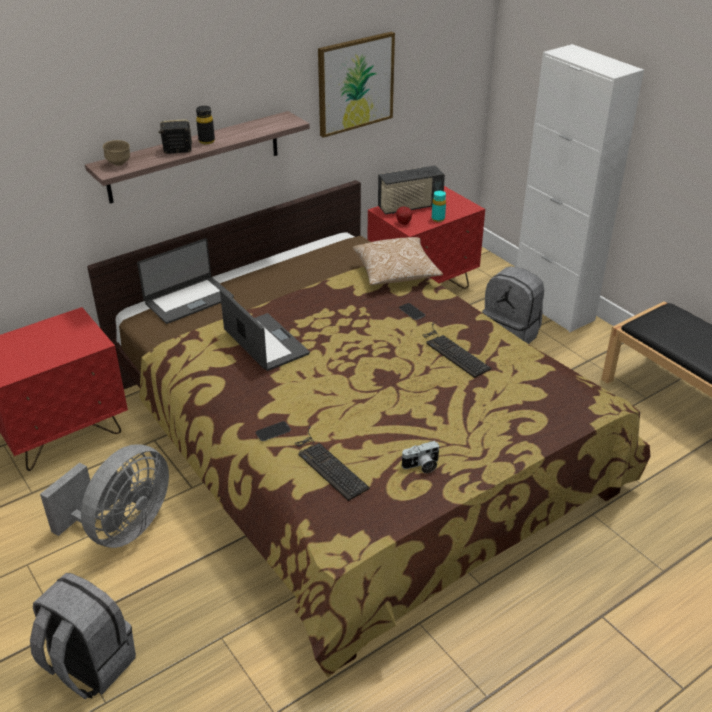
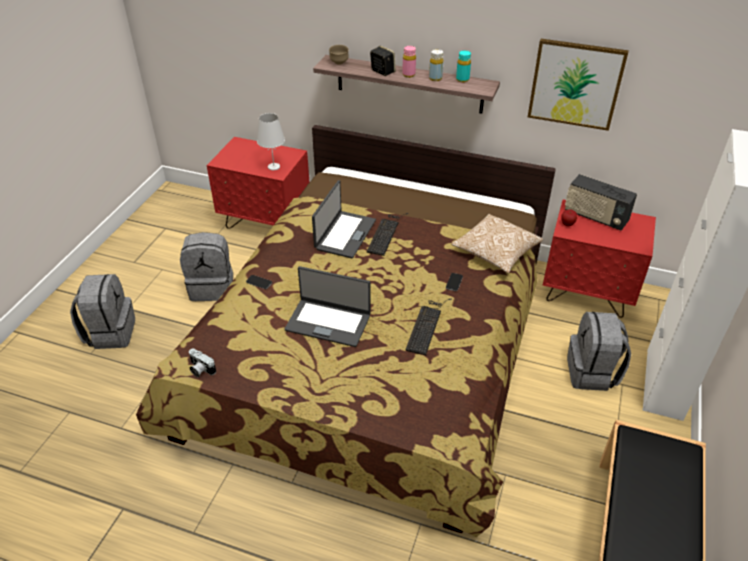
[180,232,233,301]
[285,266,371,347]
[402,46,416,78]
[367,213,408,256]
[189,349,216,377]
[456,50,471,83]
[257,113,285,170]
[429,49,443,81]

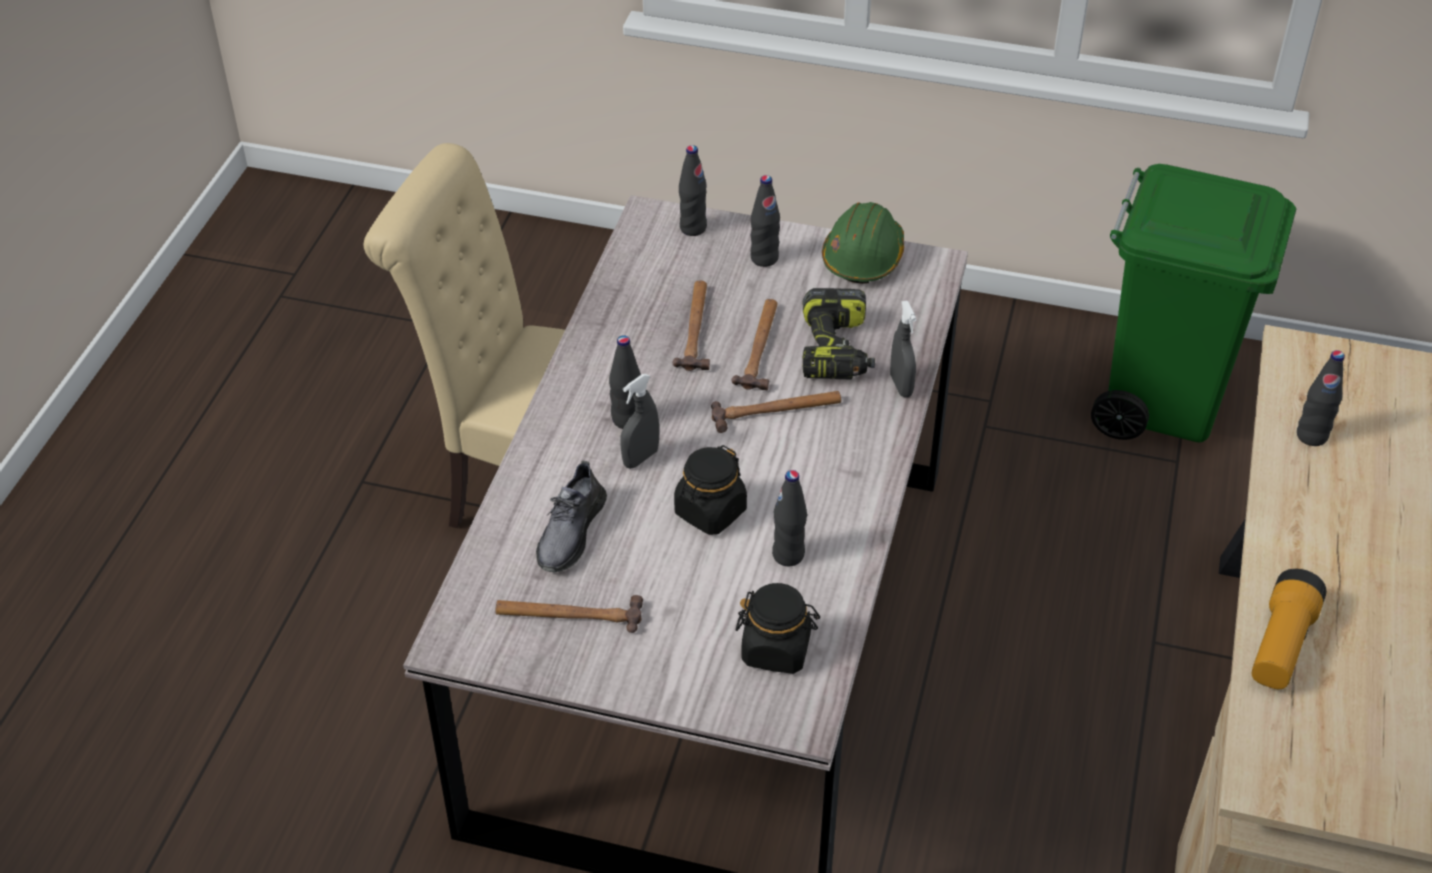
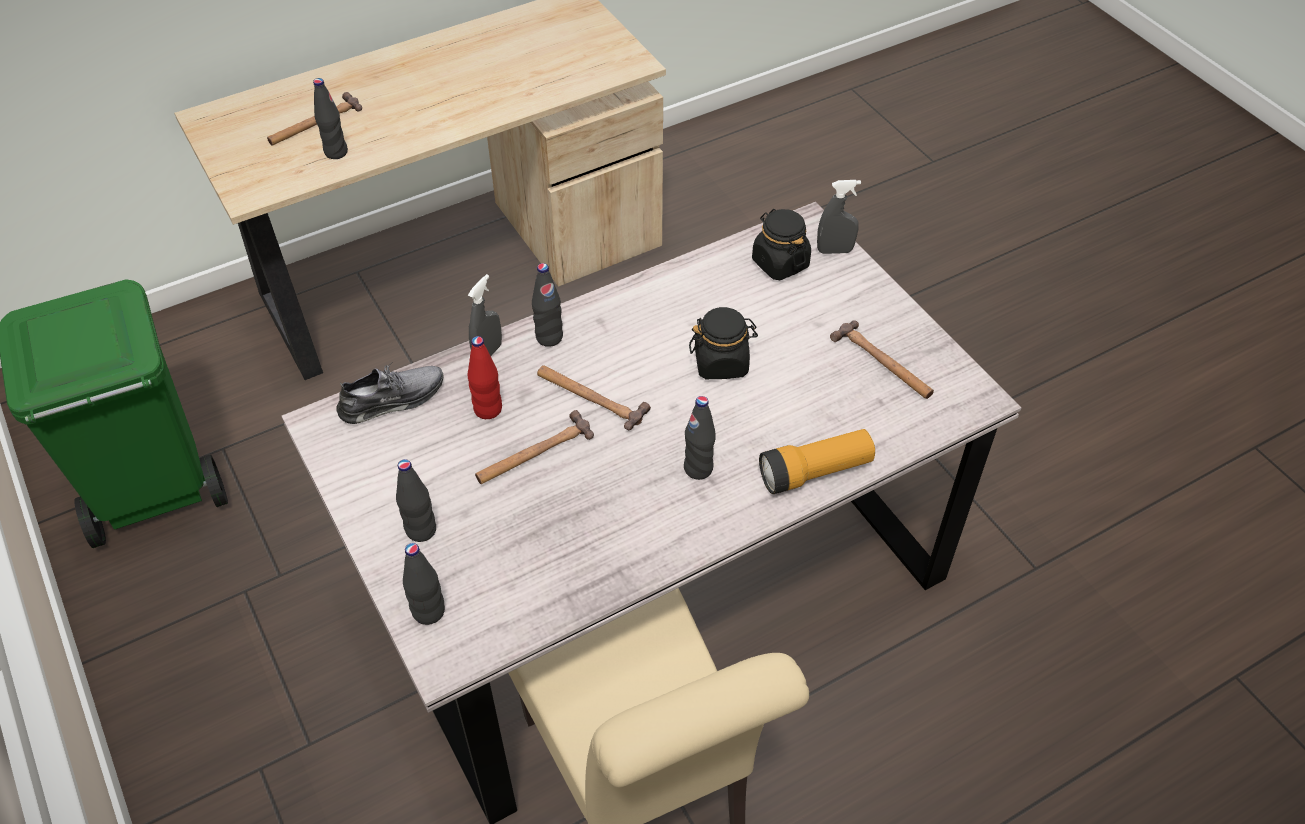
[336,362,444,424]
[817,180,861,254]
[267,92,362,146]
[532,263,563,347]
[468,336,502,419]
[822,202,904,284] (first image)
[759,429,875,494]

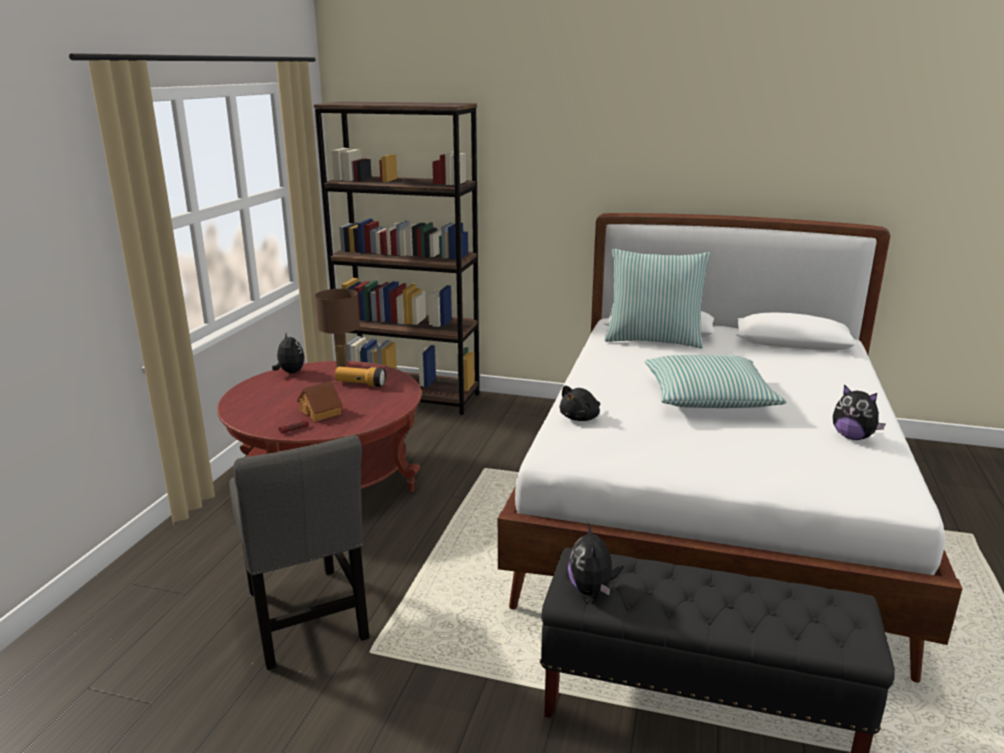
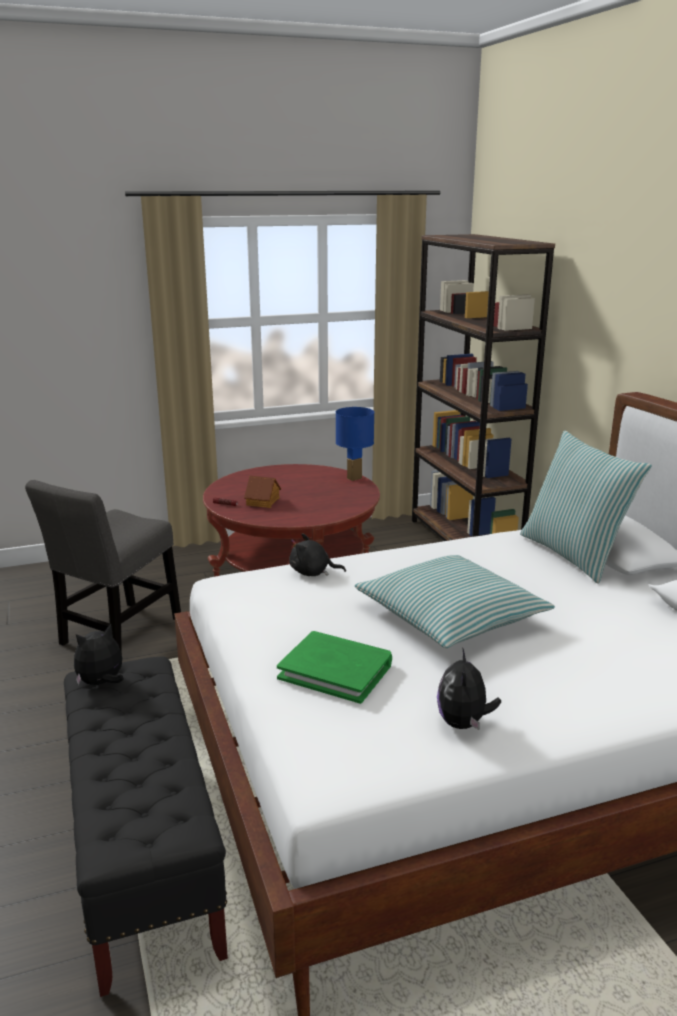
[272,333,305,373] (first image)
[336,407,374,481]
[335,367,386,387] (first image)
[277,631,392,704]

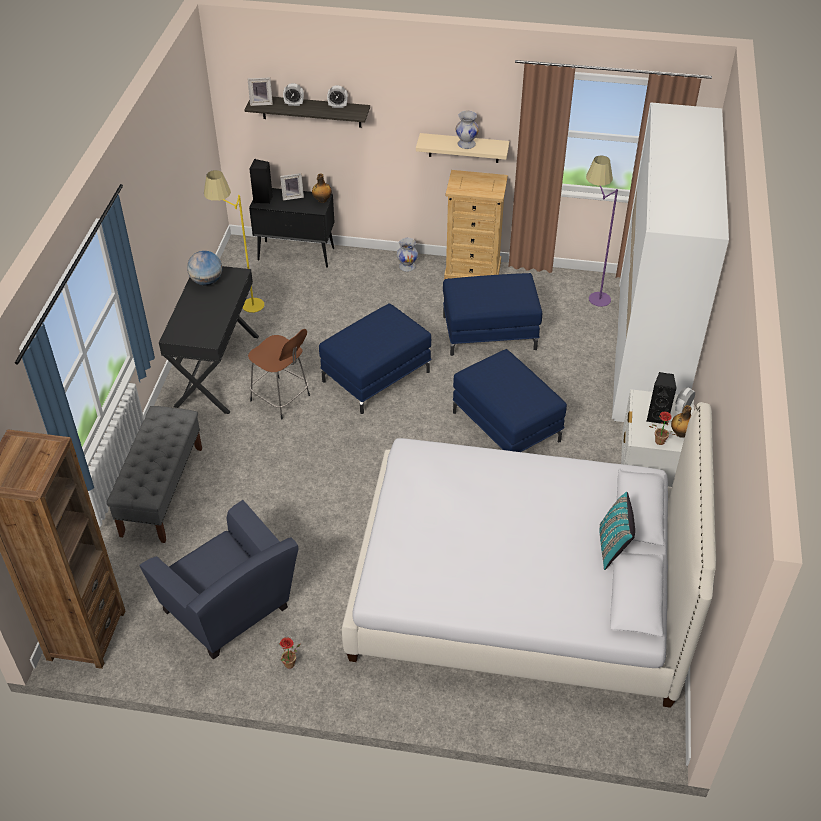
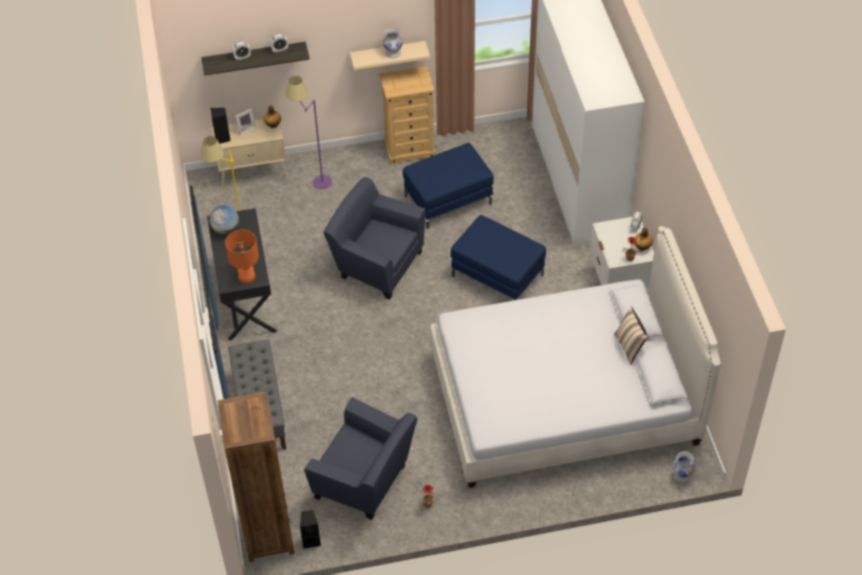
[248,77,273,106] (first image)
[248,329,310,419] (first image)
[211,119,287,189]
[323,177,425,300]
[672,451,695,483]
[286,76,332,189]
[614,306,648,365]
[300,510,321,549]
[225,230,259,283]

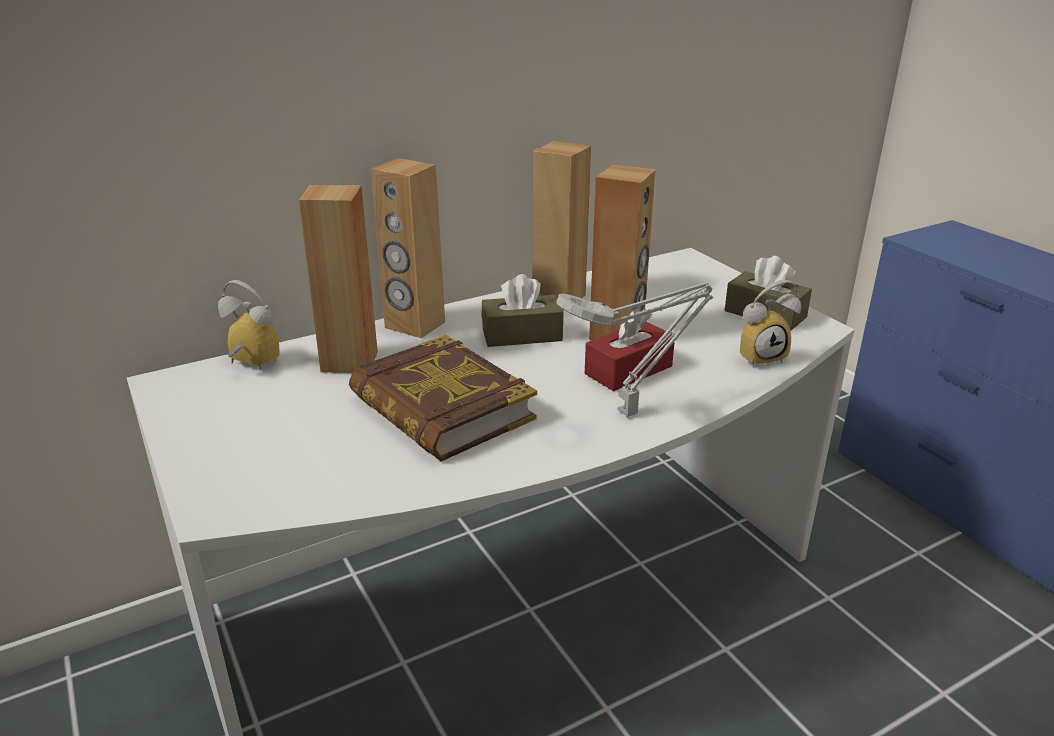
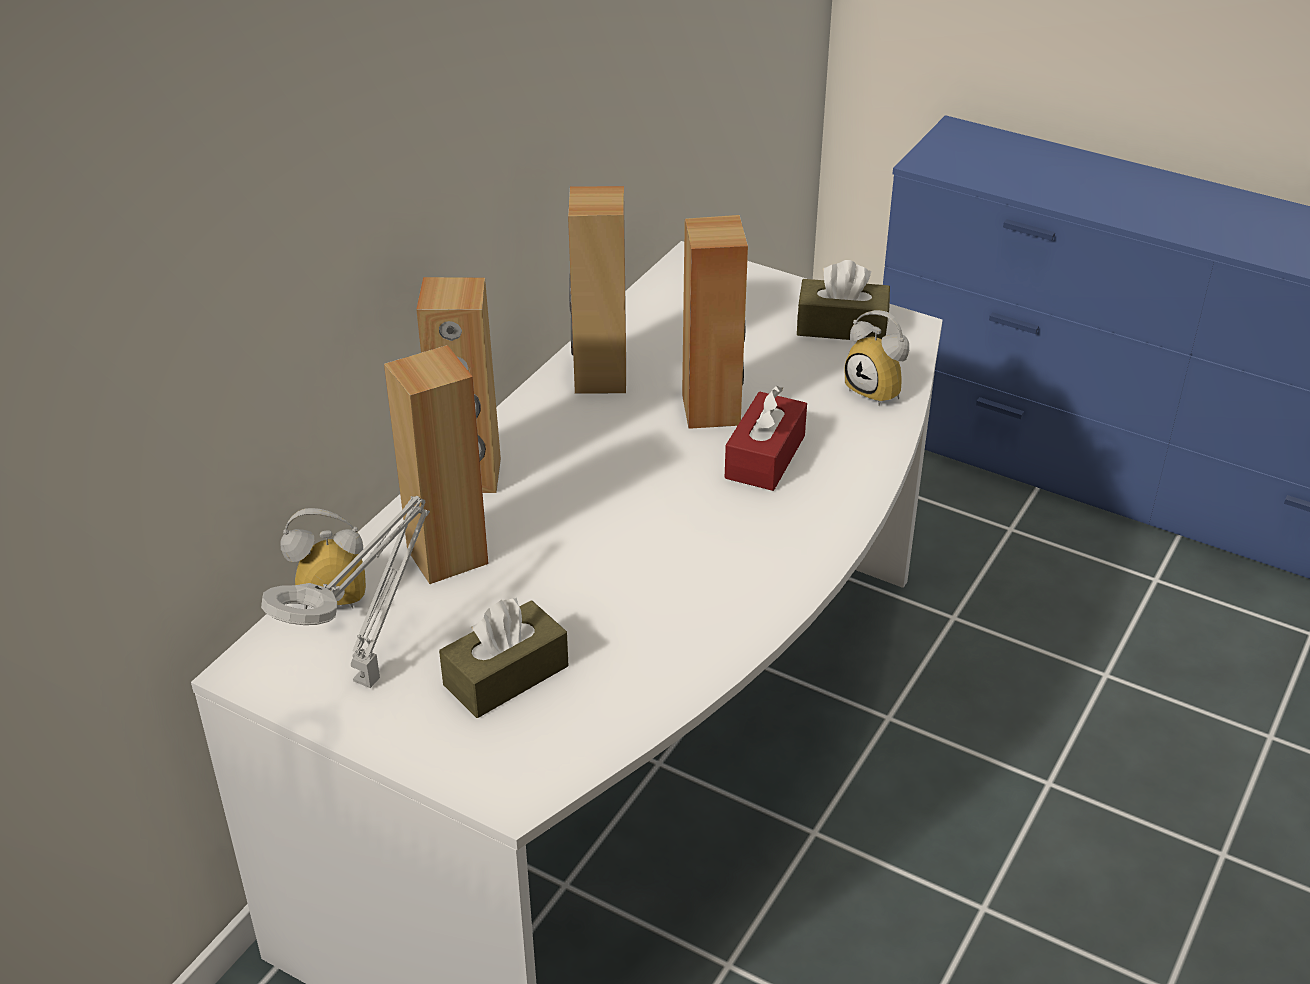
[349,335,537,461] (first image)
[439,598,568,718]
[261,496,430,688]
[844,310,909,406]

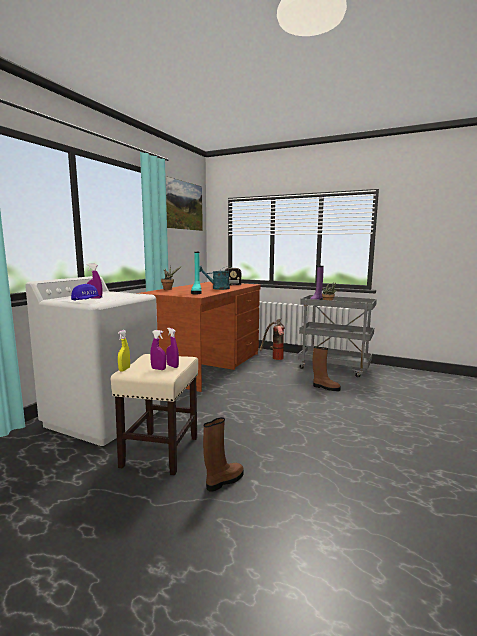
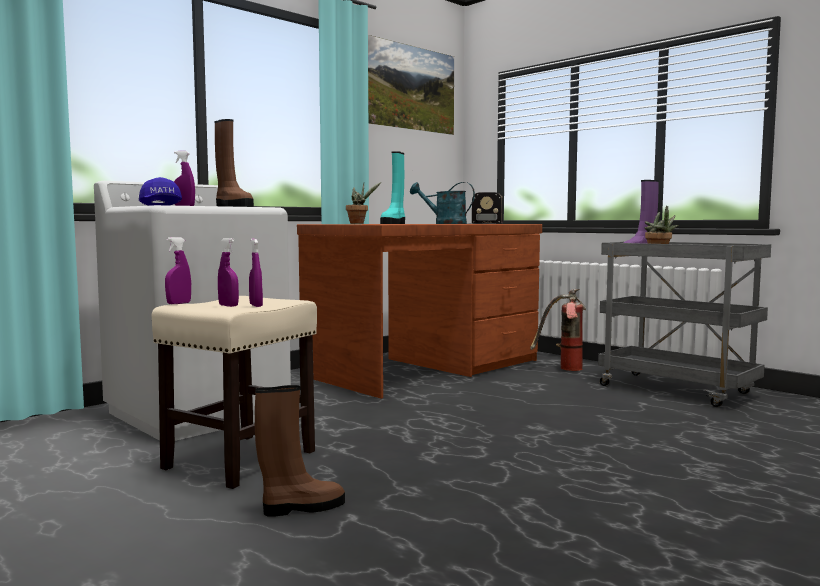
[165,237,191,304]
[214,119,254,207]

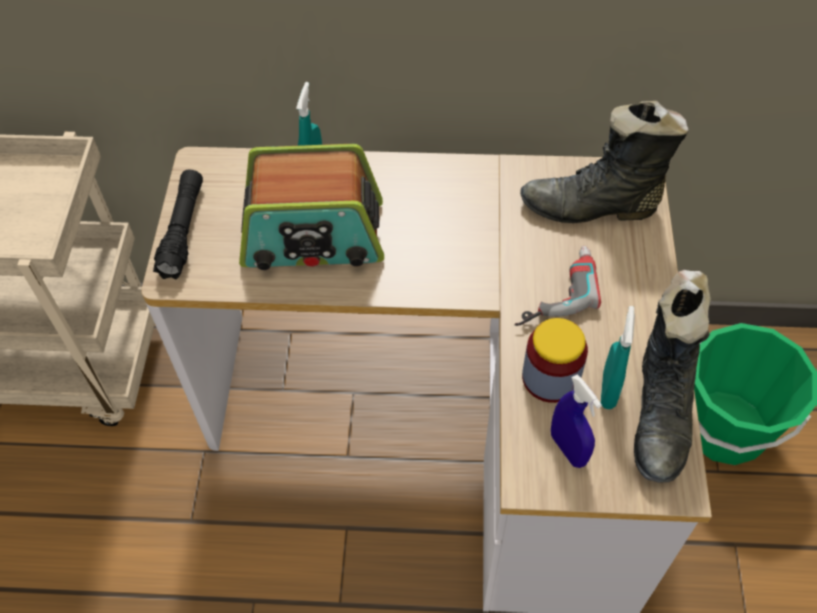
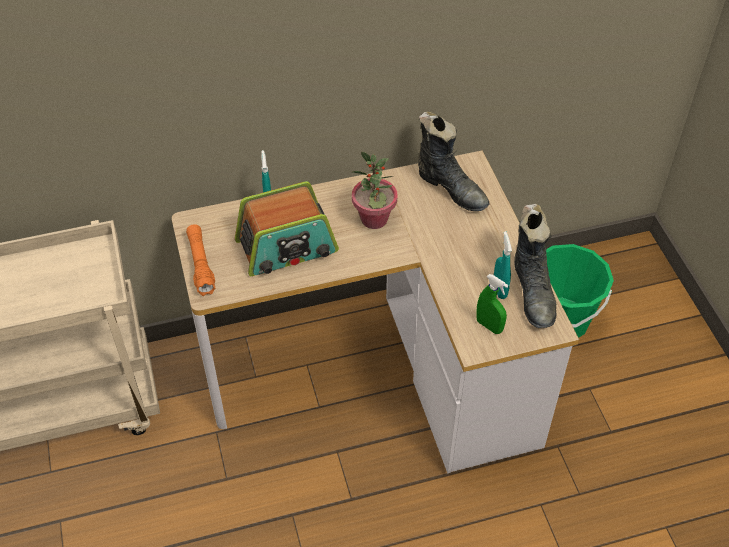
[186,224,216,296]
[515,246,601,326] (first image)
[418,112,489,211]
[522,318,588,403] (first image)
[476,274,508,334]
[352,152,397,229]

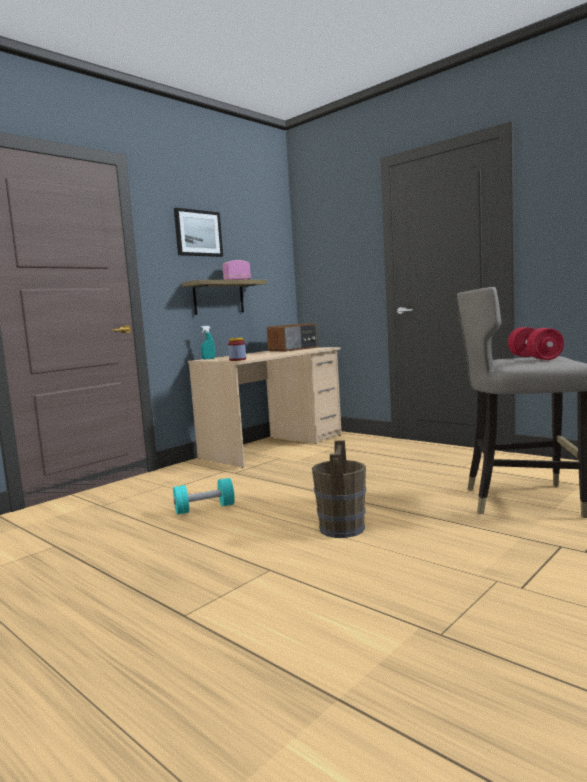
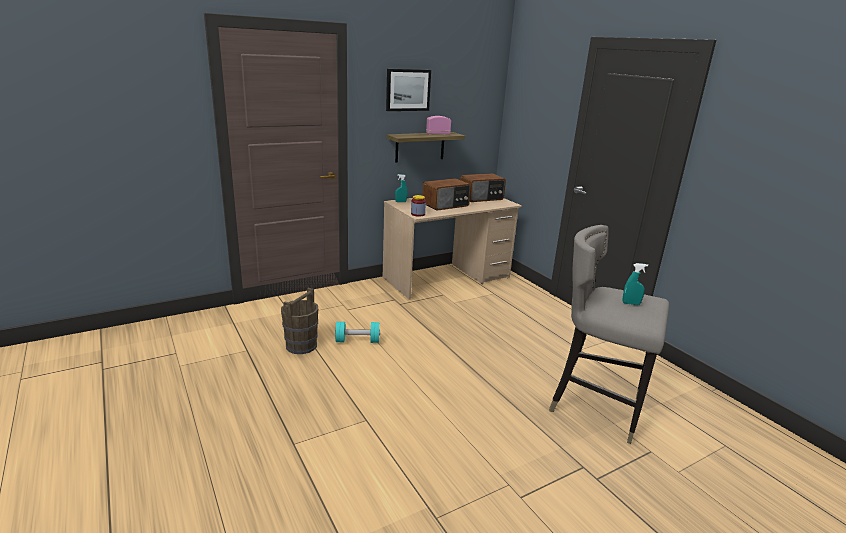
[281,288,318,354]
[622,263,648,305]
[422,178,471,211]

